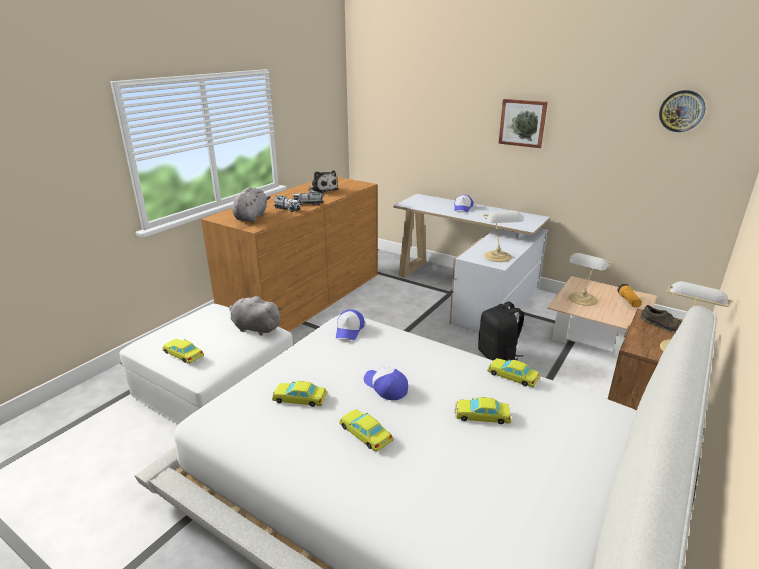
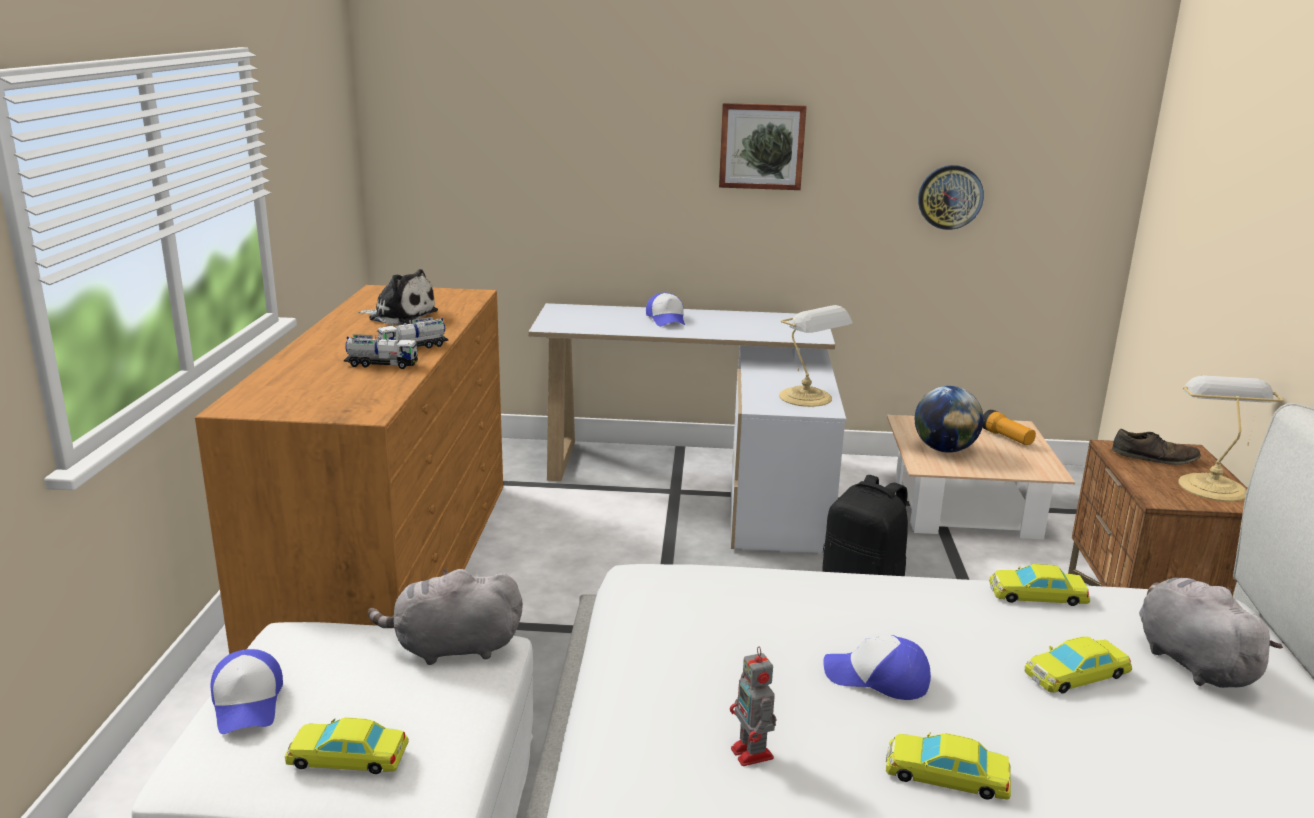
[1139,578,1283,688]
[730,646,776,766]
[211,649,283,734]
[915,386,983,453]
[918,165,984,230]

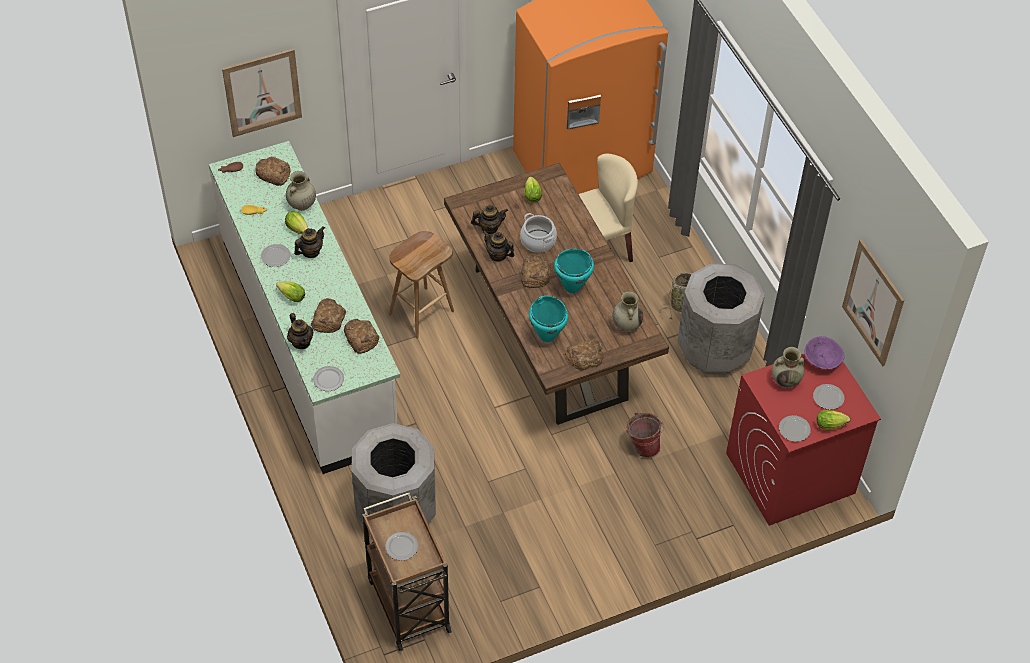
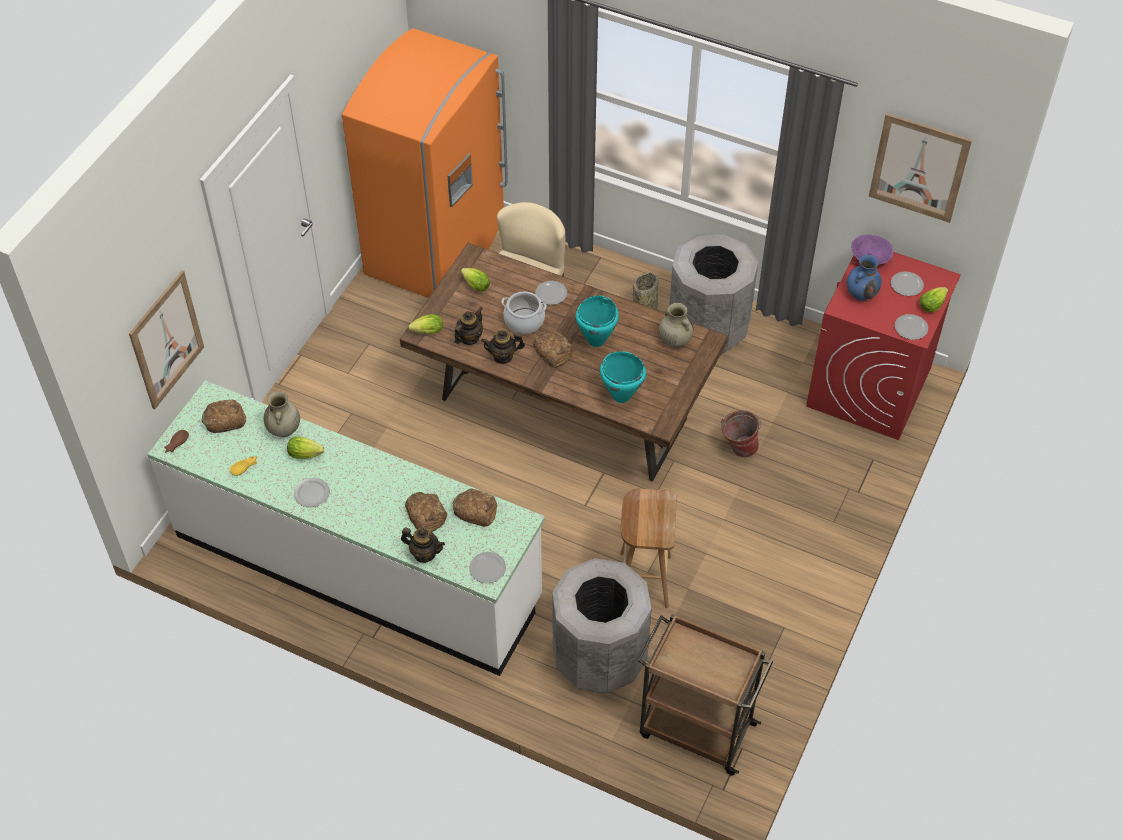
[408,314,443,334]
[294,226,325,258] (first image)
[535,281,567,305]
[620,489,677,608]
[565,339,603,370] (first image)
[847,255,882,301]

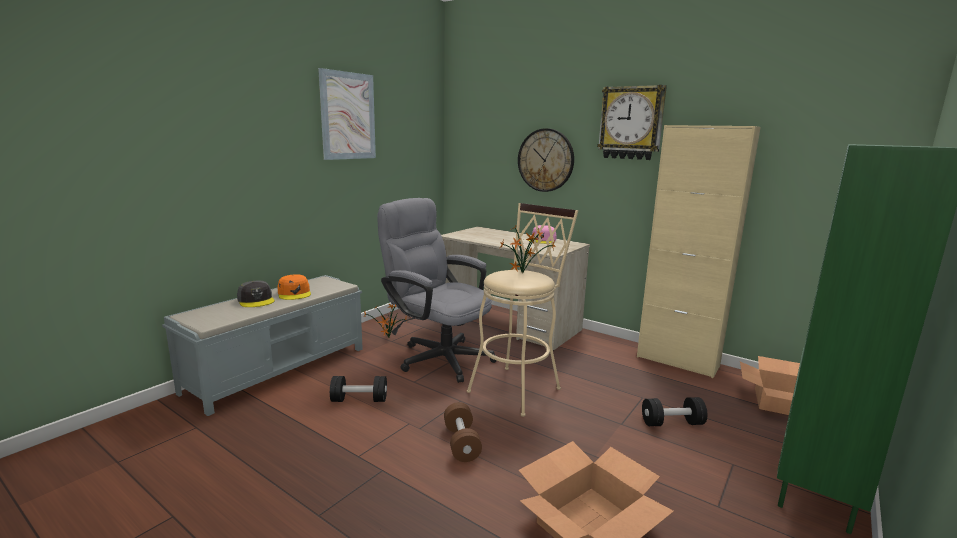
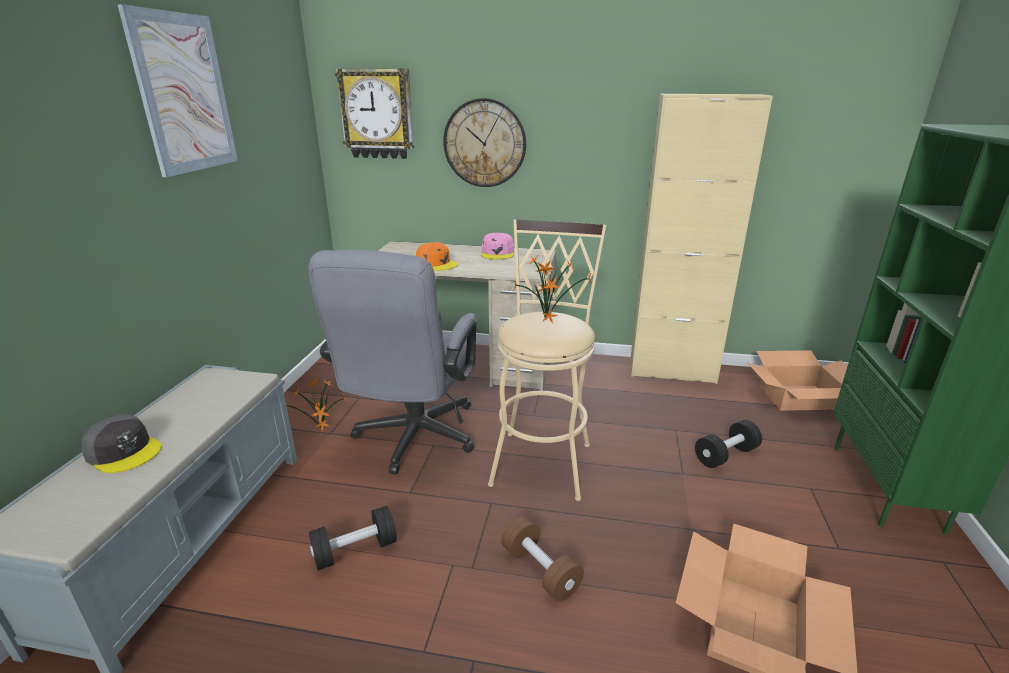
[415,242,458,271]
[308,250,477,475]
[335,69,414,159]

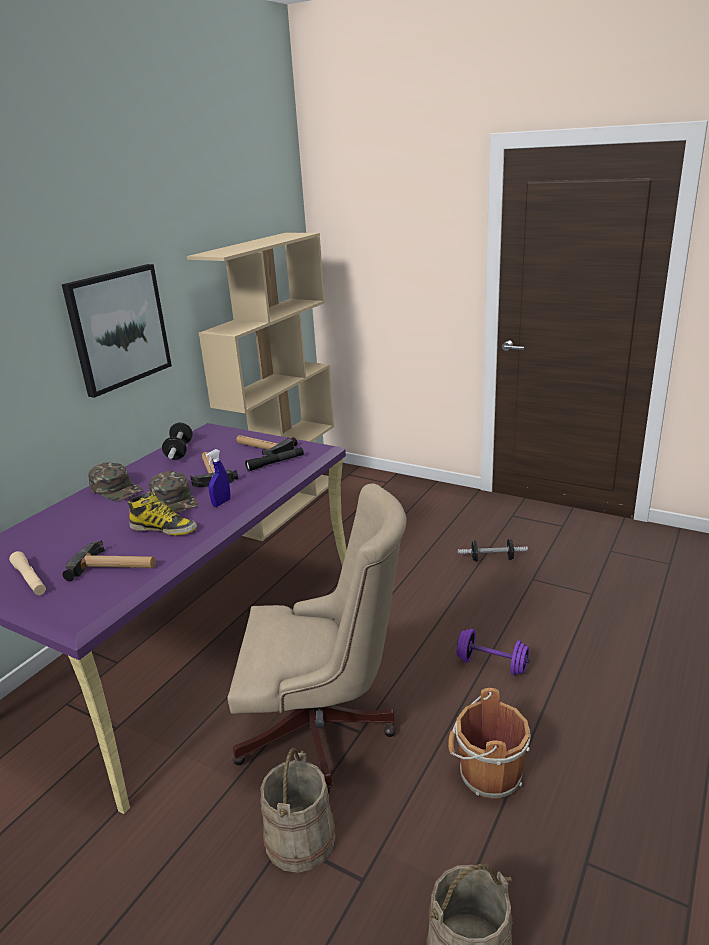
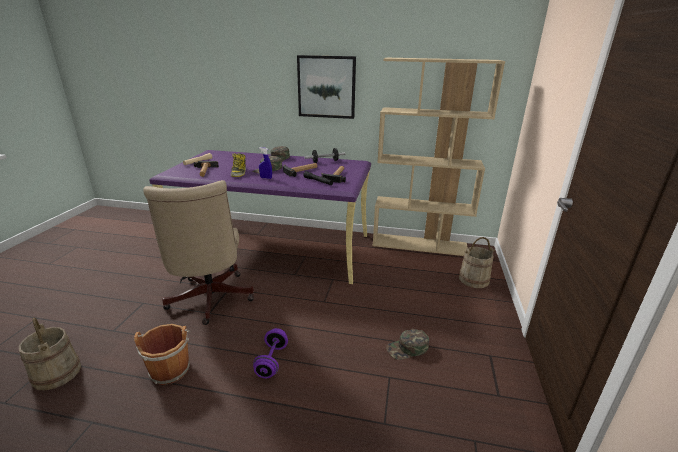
[459,237,495,288]
[386,329,429,360]

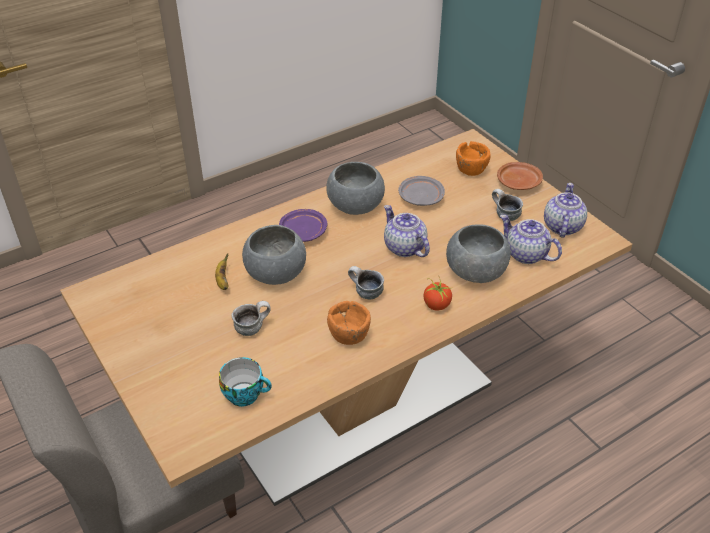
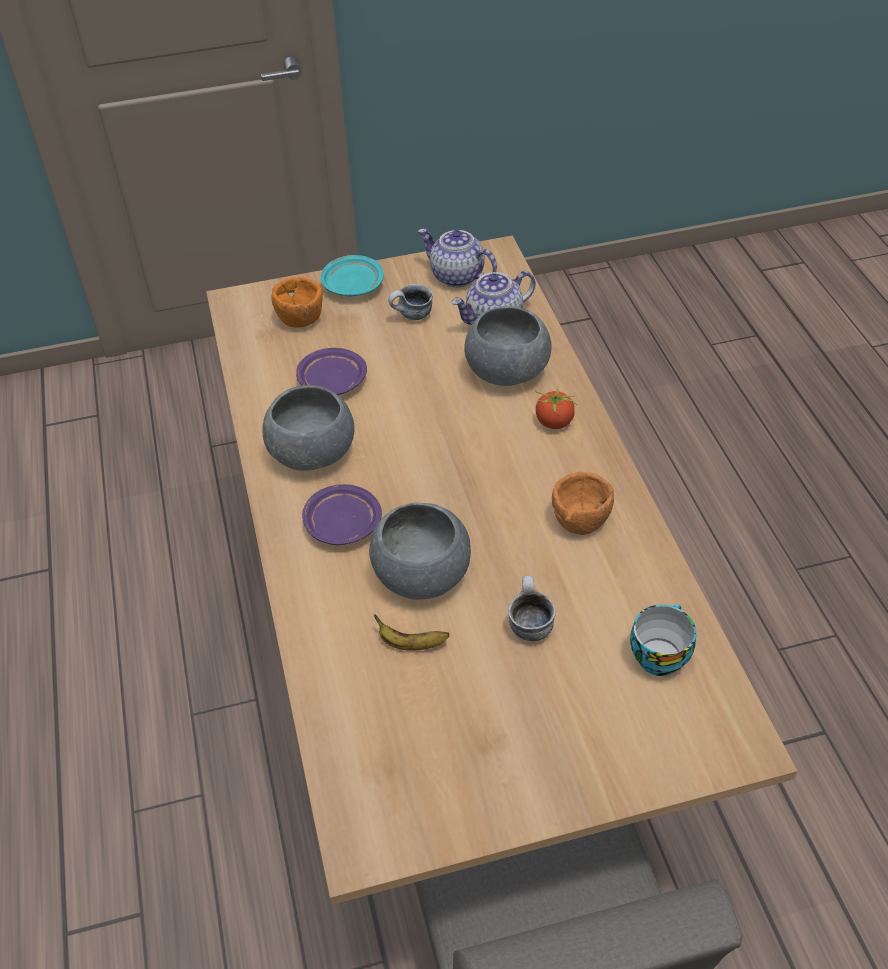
[348,266,384,300] (first image)
[384,205,430,257] (first image)
[296,348,367,395]
[320,255,384,296]

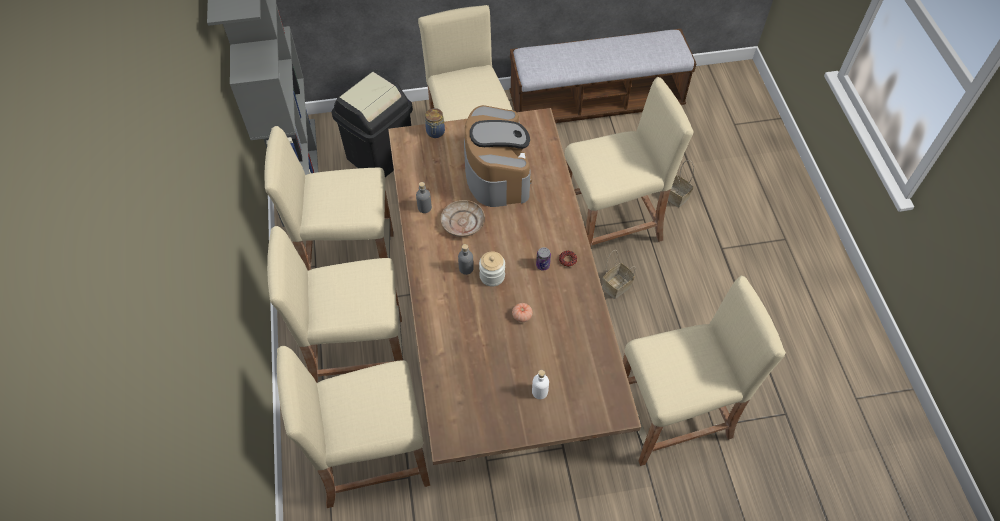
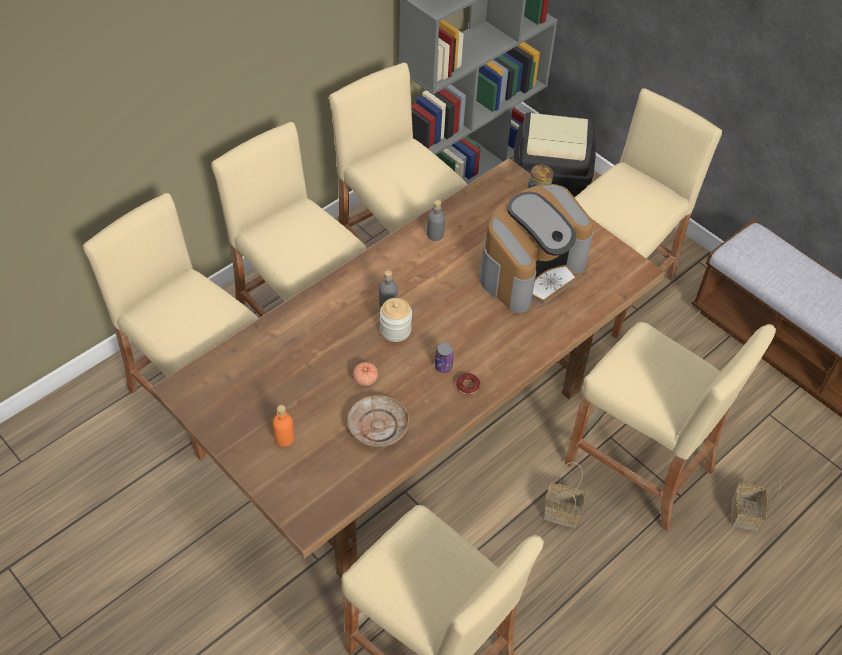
[347,395,409,447]
[273,405,294,447]

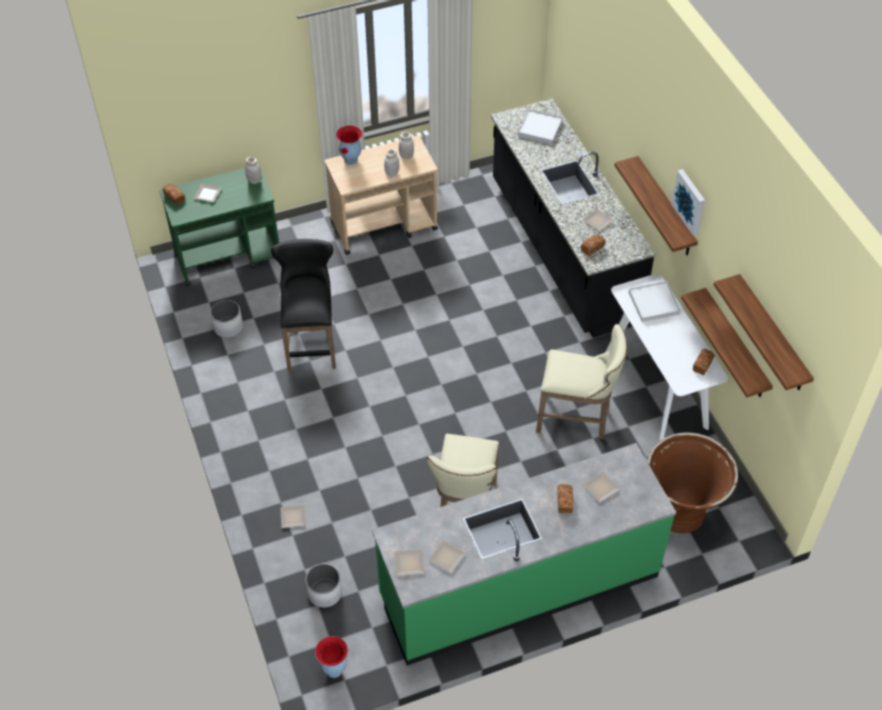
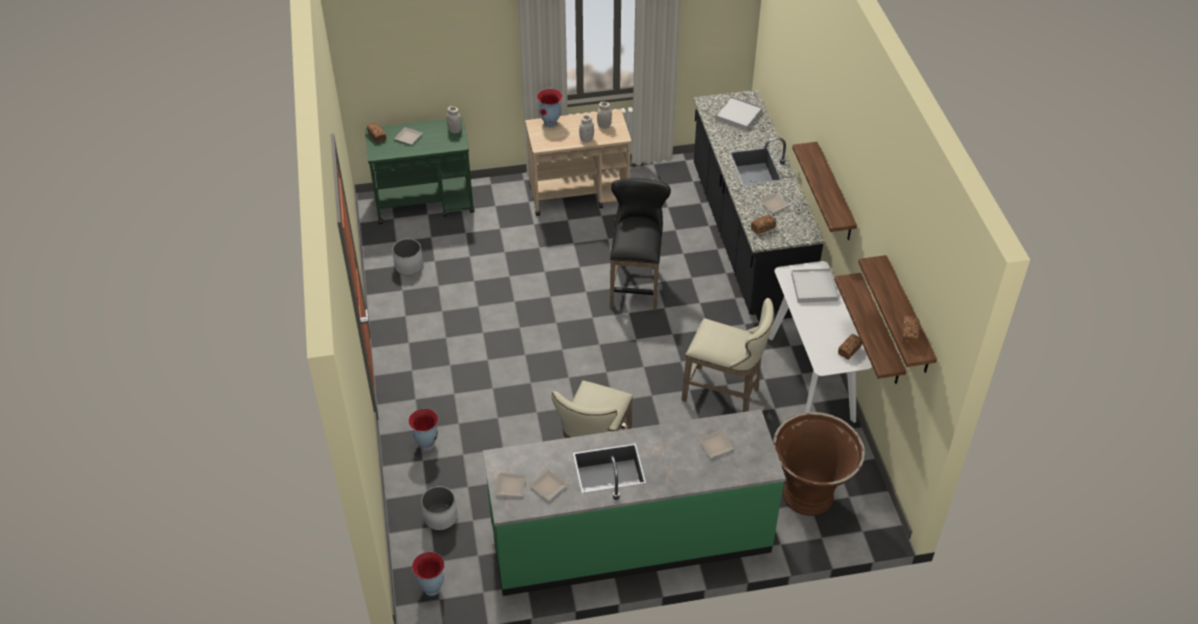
[610,178,671,310]
[409,409,438,450]
[902,316,920,345]
[671,169,705,235] (first image)

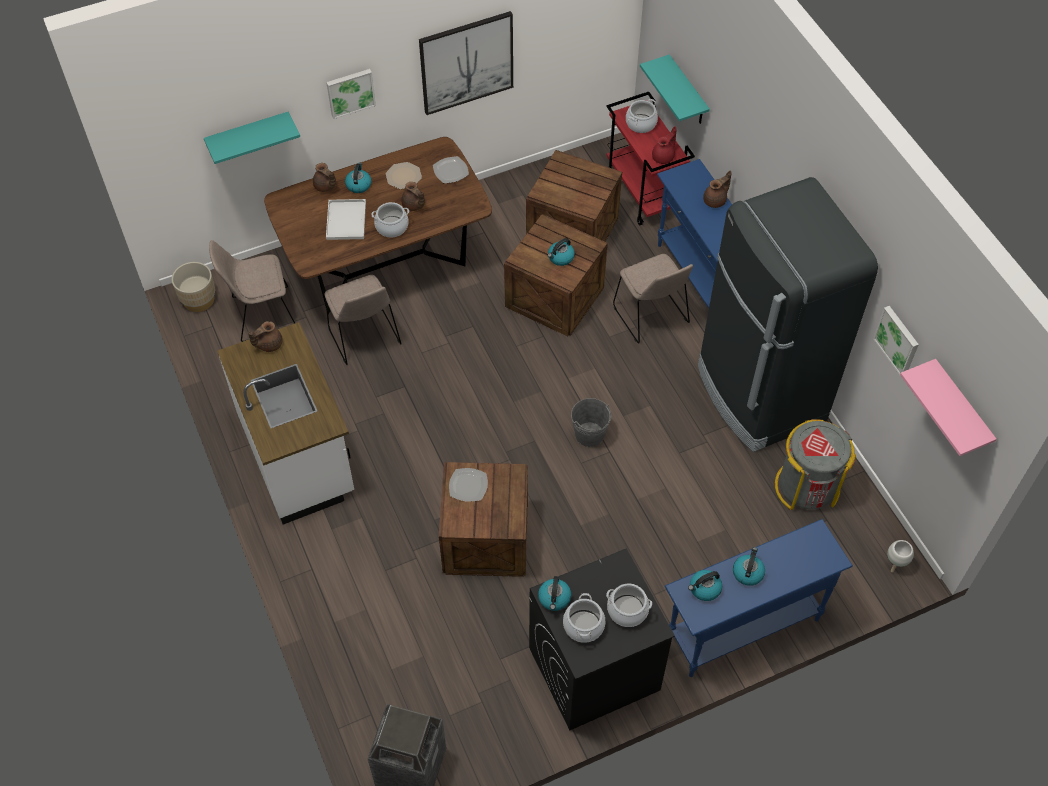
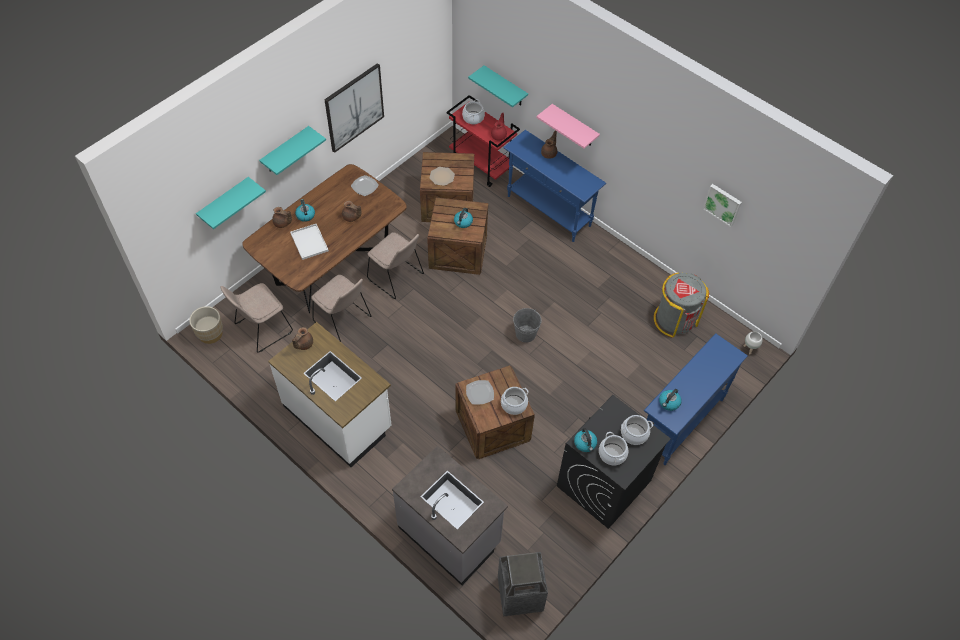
[259,126,326,175]
[501,387,528,415]
[430,167,455,186]
[367,232,424,299]
[698,177,878,452] (first image)
[733,547,765,586] (first image)
[536,104,600,149]
[392,446,508,585]

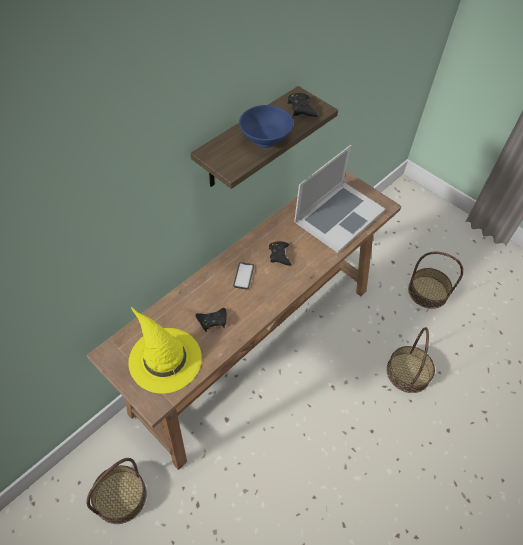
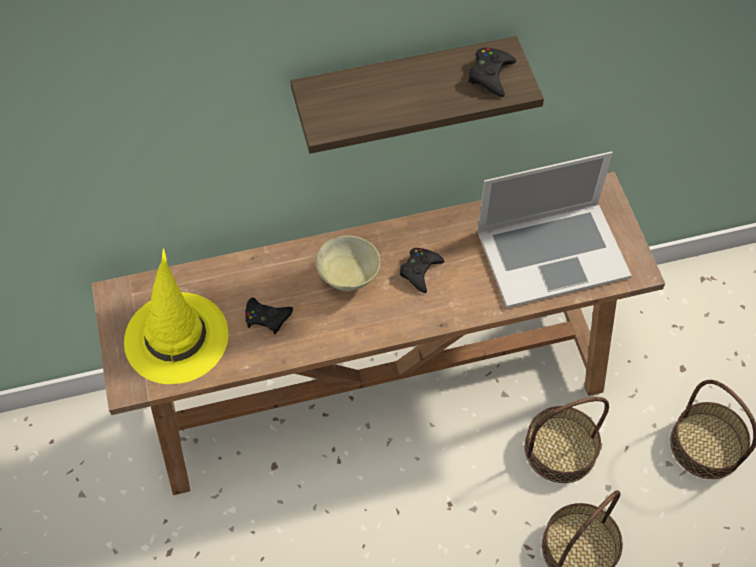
[525,397,609,483]
[316,235,381,291]
[239,105,293,148] (first image)

